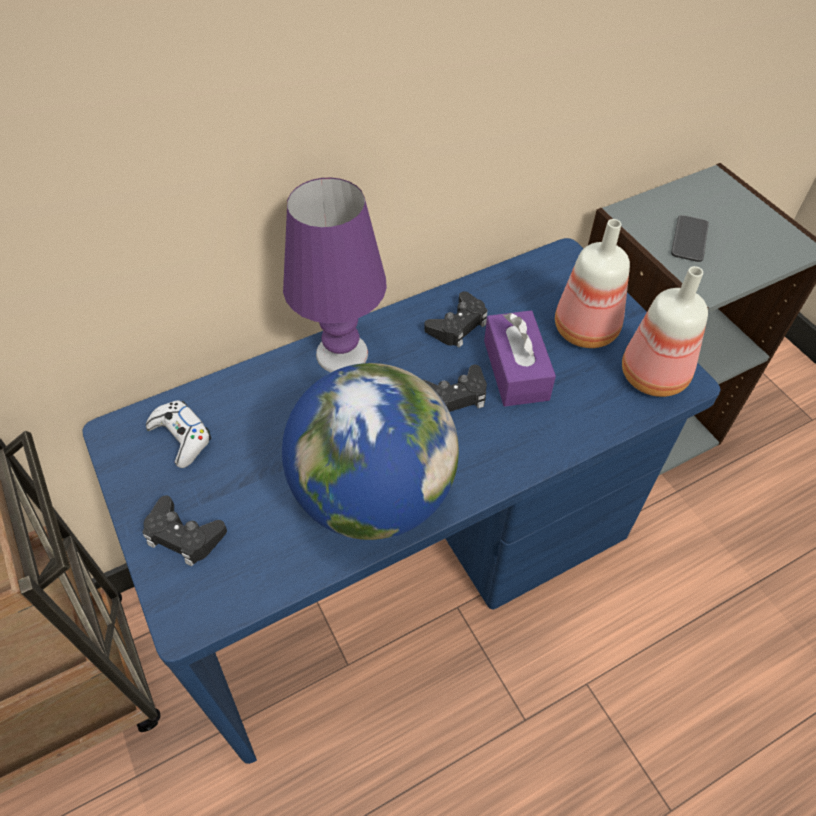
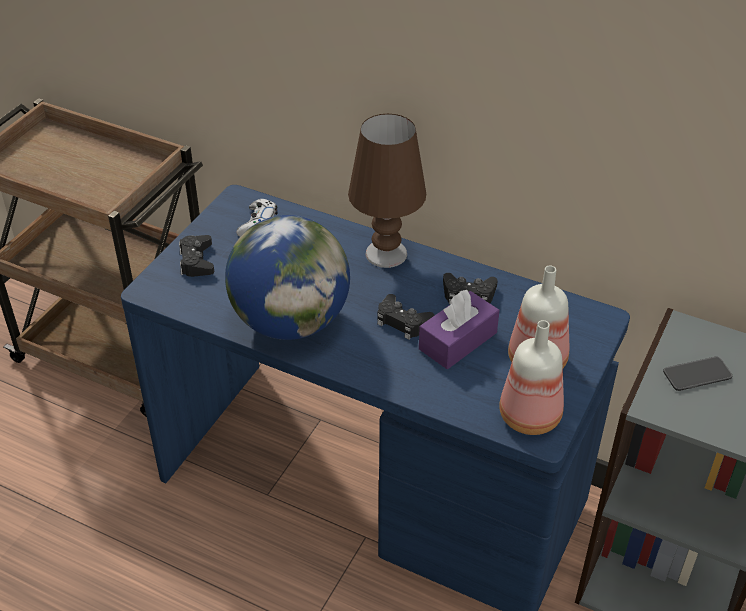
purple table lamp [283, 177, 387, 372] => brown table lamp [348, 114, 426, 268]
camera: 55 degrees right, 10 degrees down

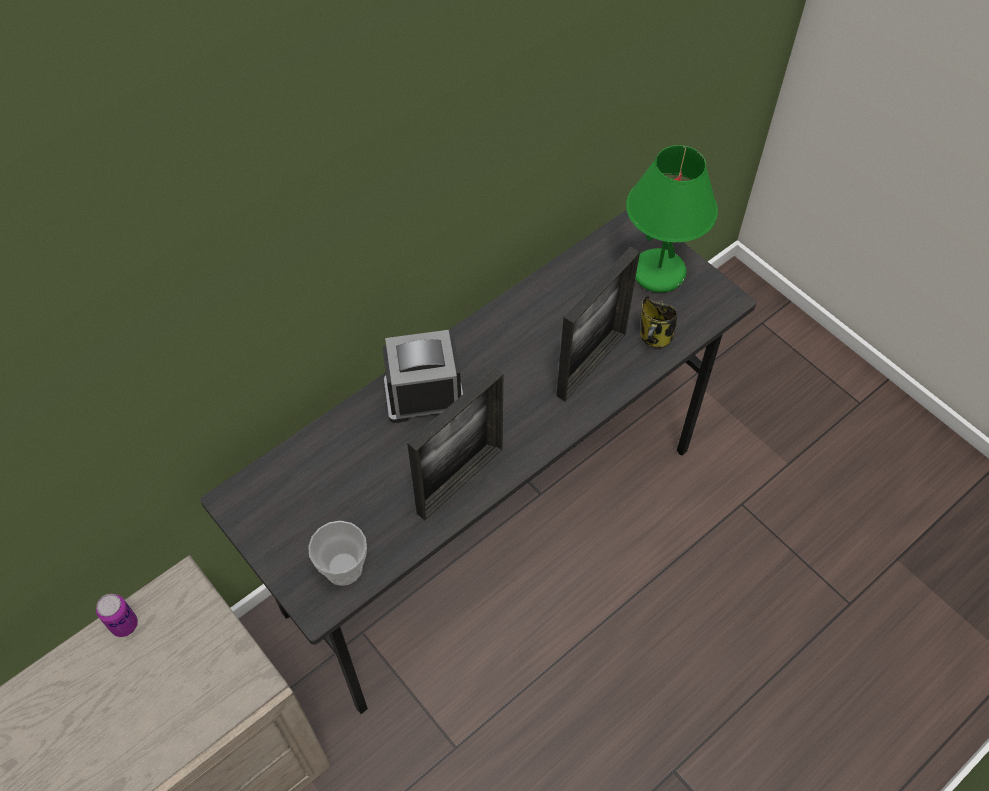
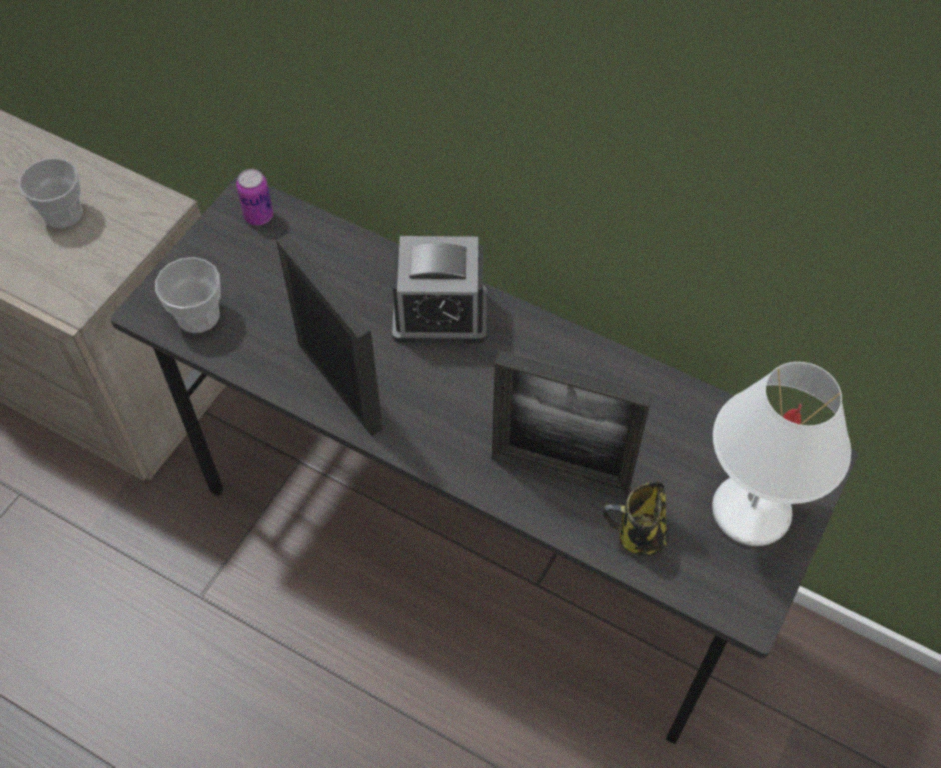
nothing => cup [19, 158, 83, 228]
can [96, 594, 138, 637] => can [236, 169, 273, 225], relocated
green table lamp [626, 145, 718, 293] => white table lamp [712, 362, 851, 546]
alarm clock [382, 330, 463, 423] => alarm clock [392, 236, 487, 343], 120 degrees clockwise
picture frame [407, 367, 503, 520] => picture frame [276, 233, 383, 436], 150 degrees counterclockwise
camera: 70 degrees right, 0 degrees up

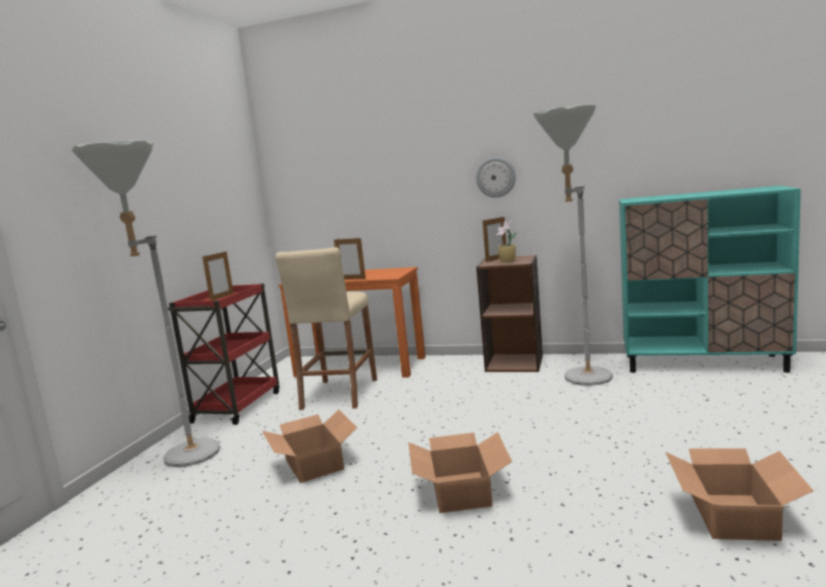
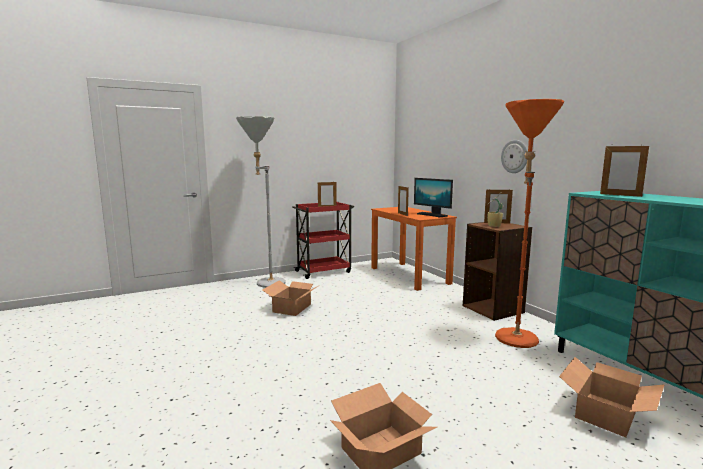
beige stool [276, 247, 377, 410] => nothing
nothing => monitor [414, 178, 453, 217]
nothing => picture frame [600, 144, 649, 197]
cardboard box [408, 432, 512, 513] => cardboard box [559, 357, 664, 437], relocated
grey floor lamp [533, 105, 613, 386] => orange floor lamp [495, 99, 565, 348]
camera: 45 degrees right, 0 degrees up

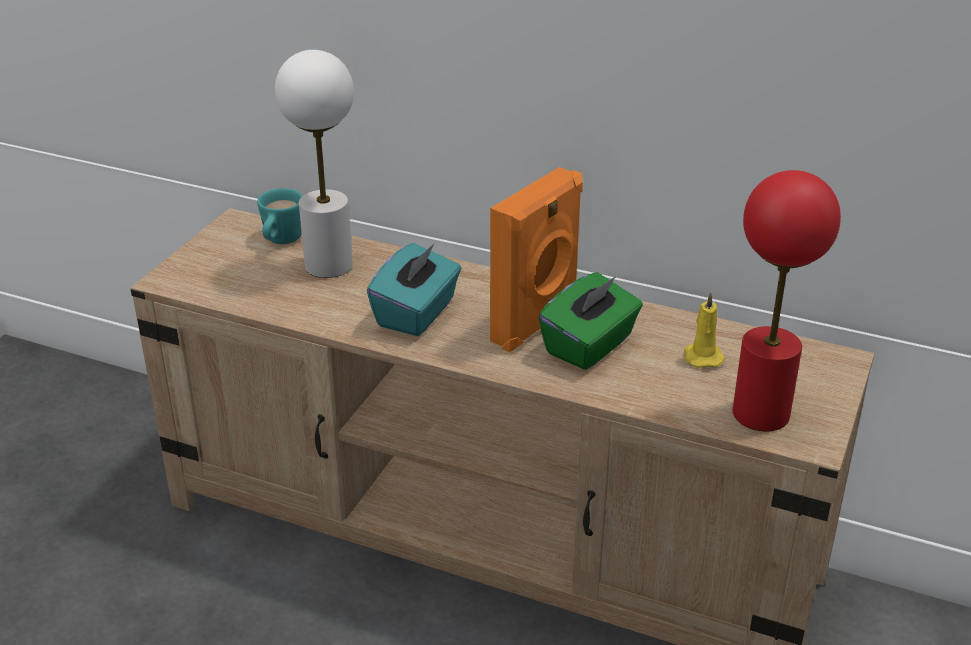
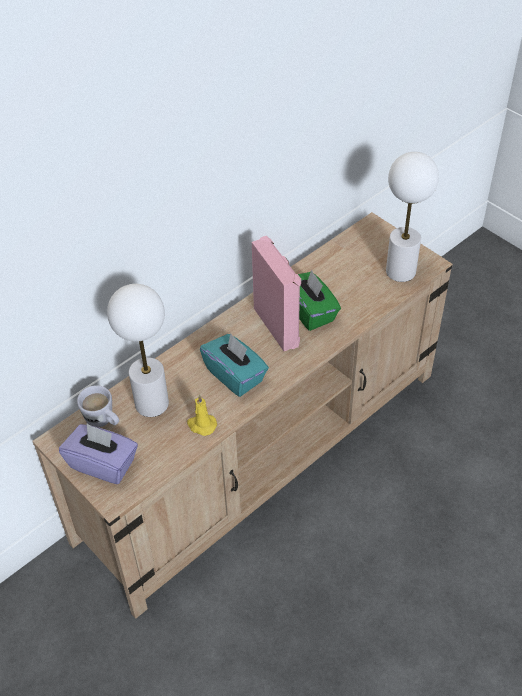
nothing => purple tissue box [59, 424, 138, 484]
yellow candle [684, 292, 725, 368] => yellow candle [187, 394, 217, 436], relocated
turquoise mug [257, 188, 303, 244] => white mug [77, 385, 119, 427]
orange speaker [490, 167, 583, 352] => pink speaker [252, 236, 301, 351]
red table lamp [733, 170, 841, 431] => white table lamp [386, 152, 439, 282]
camera: 65 degrees left, 15 degrees up

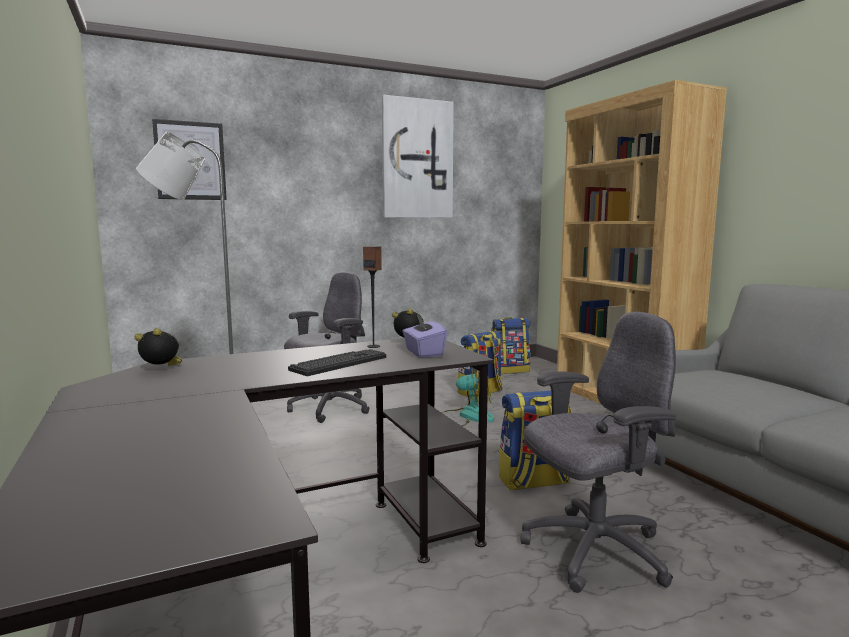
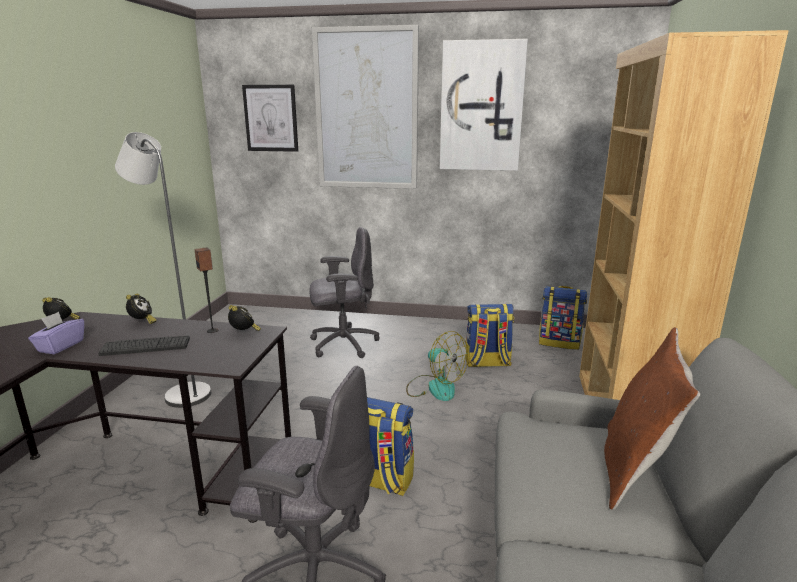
nothing => alarm clock [126, 294, 157, 324]
nothing => picture [312, 25, 419, 189]
nothing => brown pillow [604, 327, 700, 510]
purple tissue box [402, 313, 447, 358] => purple tissue box [28, 312, 84, 354], relocated
camera: 35 degrees right, 10 degrees up

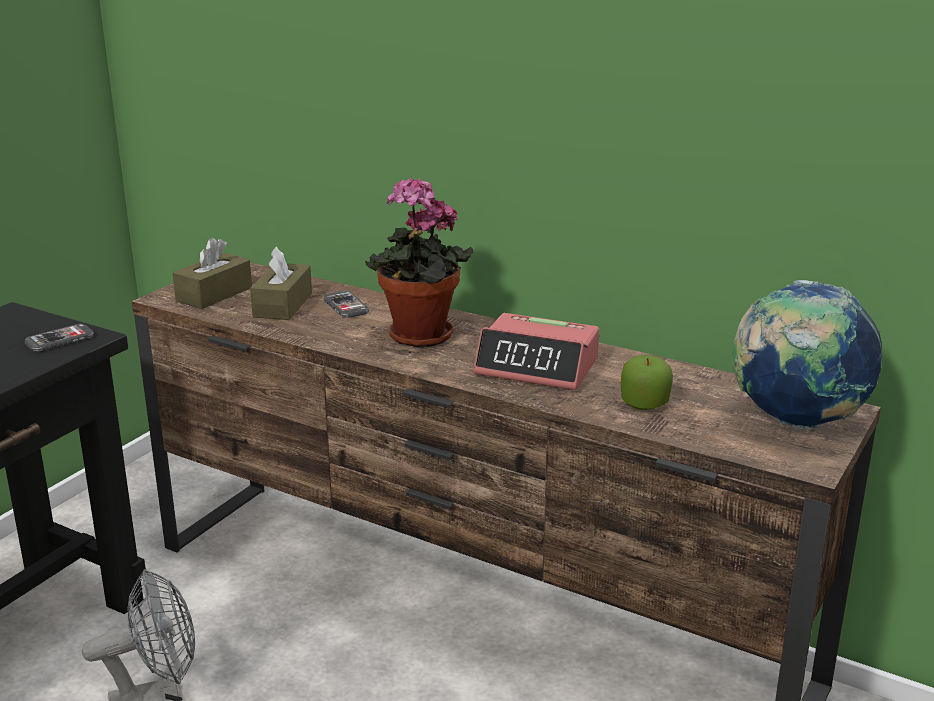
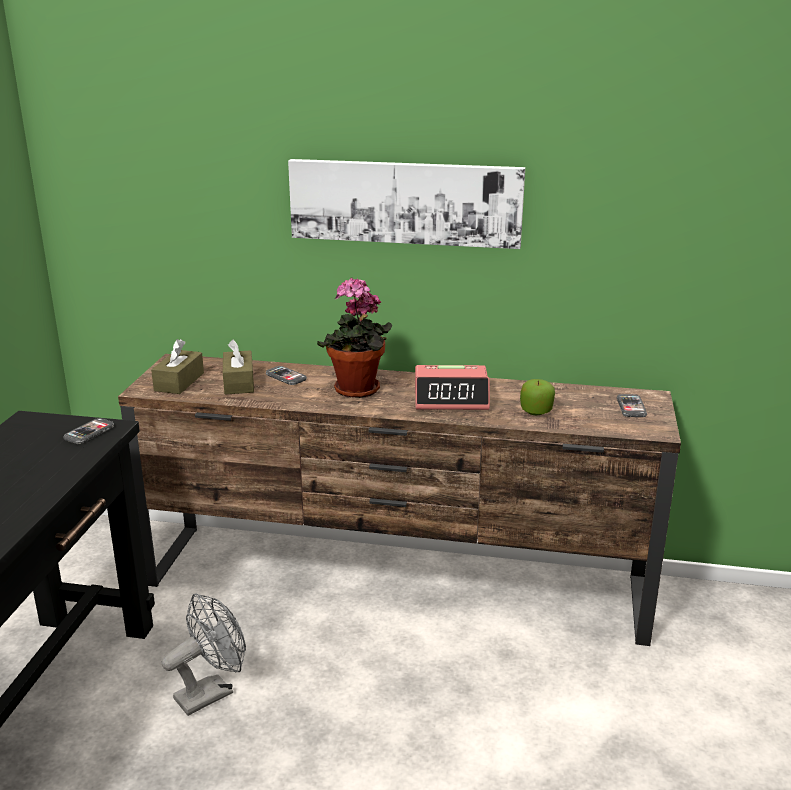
nothing => picture [288, 159, 525, 249]
globe [732, 280, 882, 429] => phone [617, 394, 647, 417]
camera: 20 degrees left, 0 degrees up

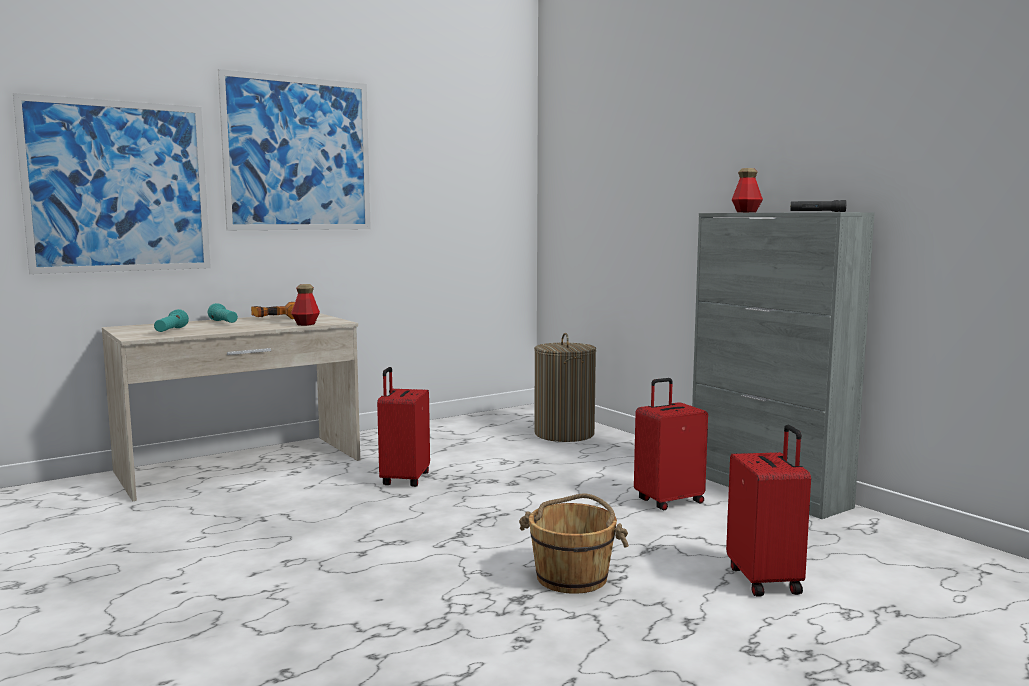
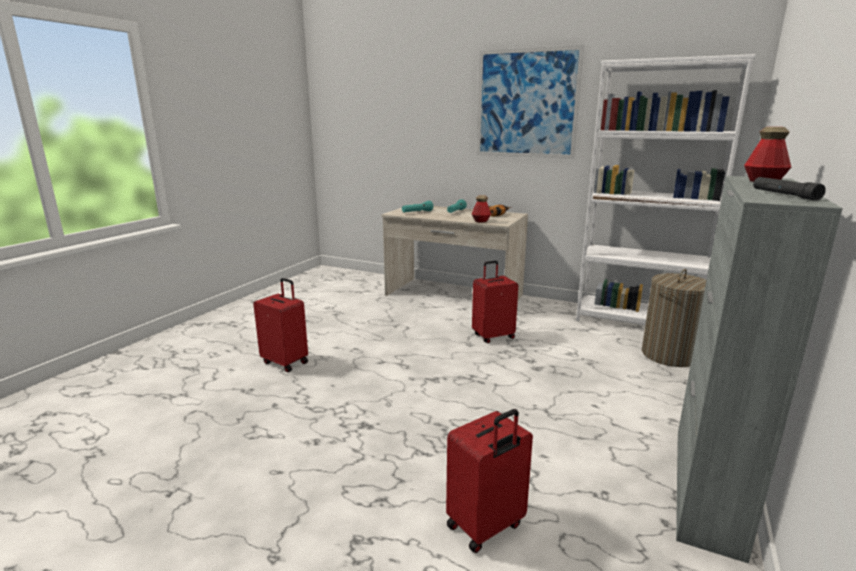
picture [13, 93, 211, 274] => nothing
brown bucket [519, 494, 629, 594] => nothing
nothing => white bookcase [576, 54, 756, 325]
red suitcase [634, 378, 708, 510] => red suitcase [253, 278, 308, 372], relocated
camera: 60 degrees right, 10 degrees up

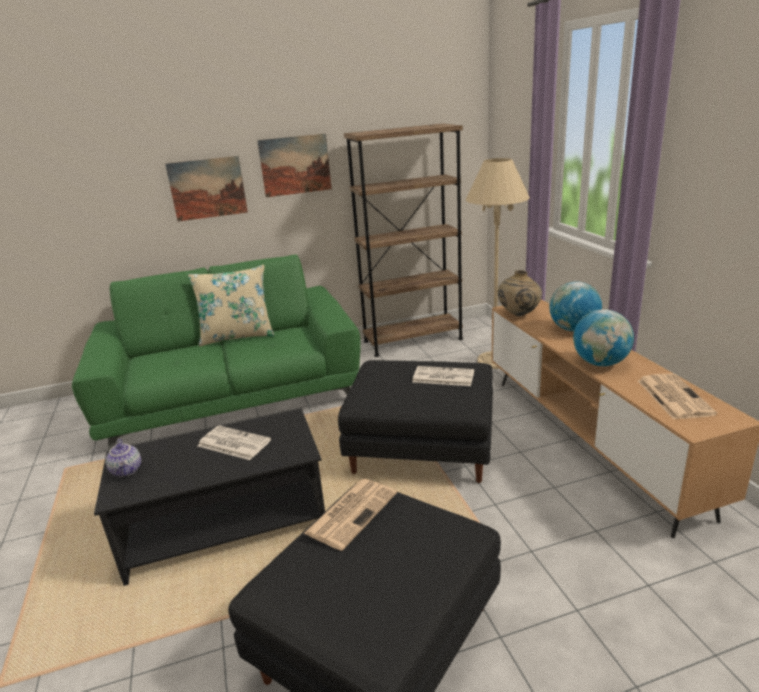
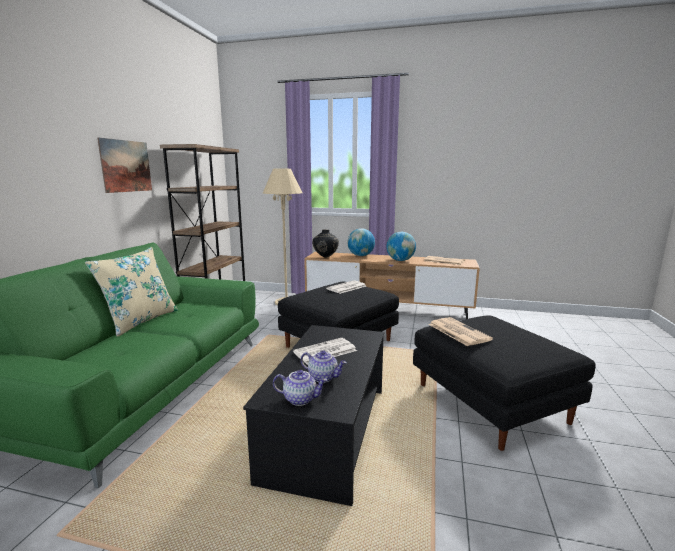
picture [165, 156, 248, 221] => nothing
nothing => teapot [301, 350, 347, 383]
beige vase [497, 270, 542, 316] => black vase [312, 229, 339, 258]
camera: 60 degrees left, 10 degrees down

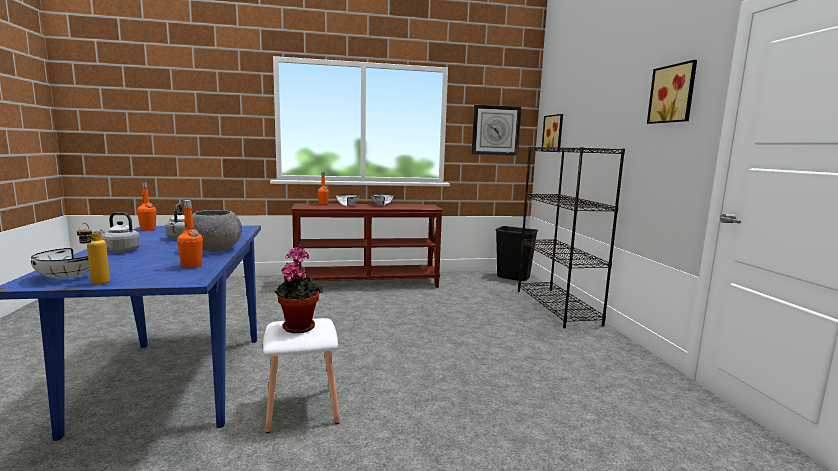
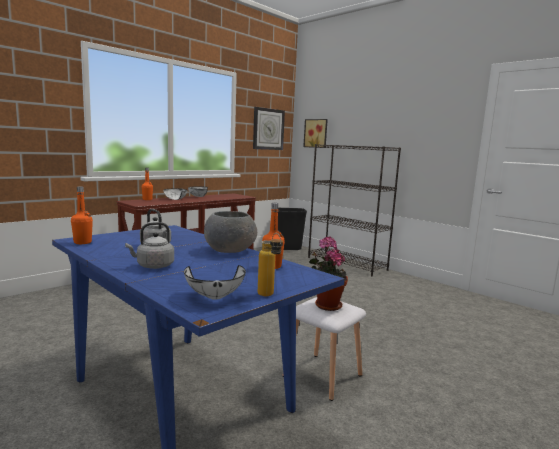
picture [647, 60, 697, 124] => nothing
camera: 35 degrees left, 0 degrees up

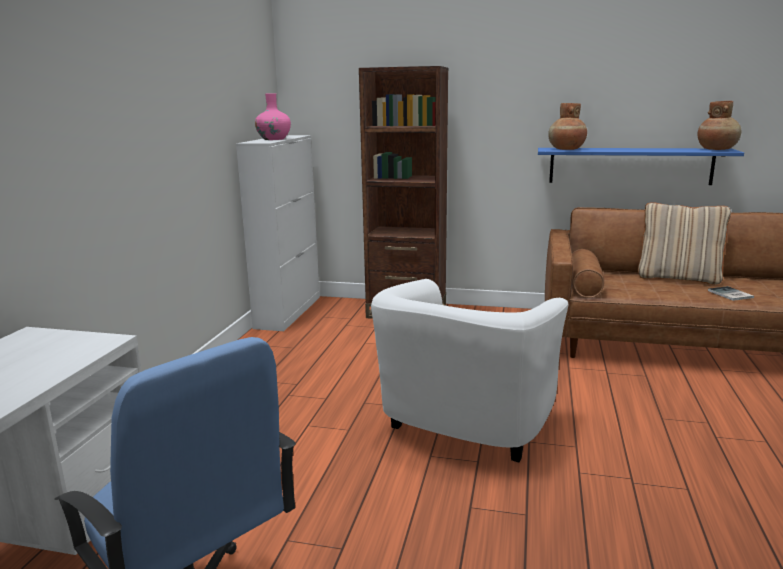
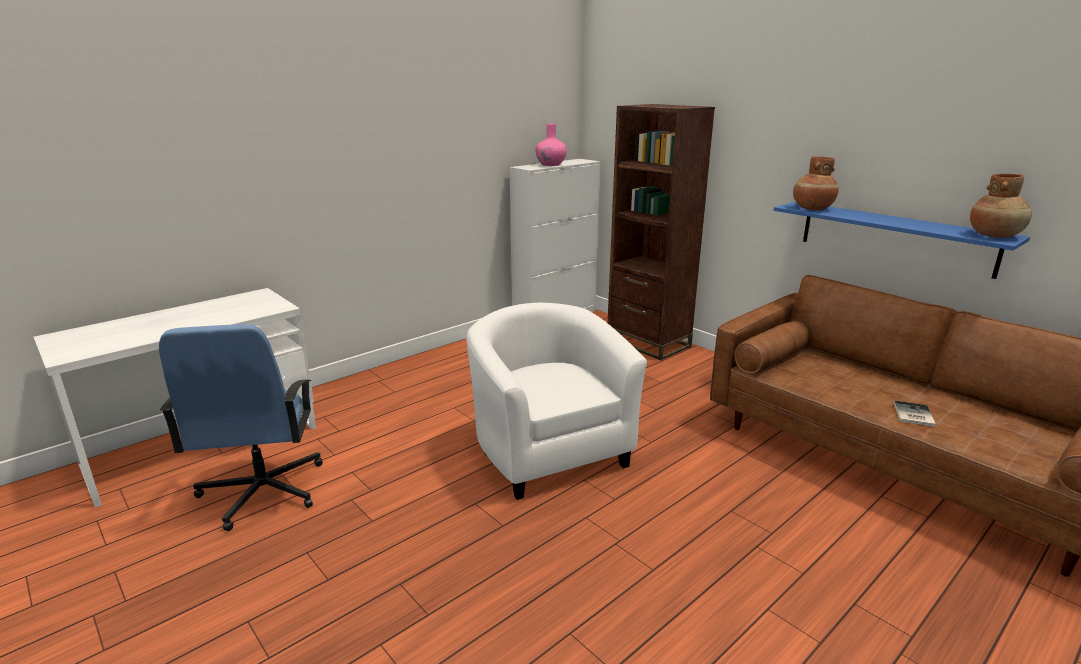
beige pillow [638, 202, 731, 285] => nothing
white armchair [371, 279, 568, 463] => white armchair [467, 303, 647, 500], 90 degrees clockwise
camera: 35 degrees right, 5 degrees up

